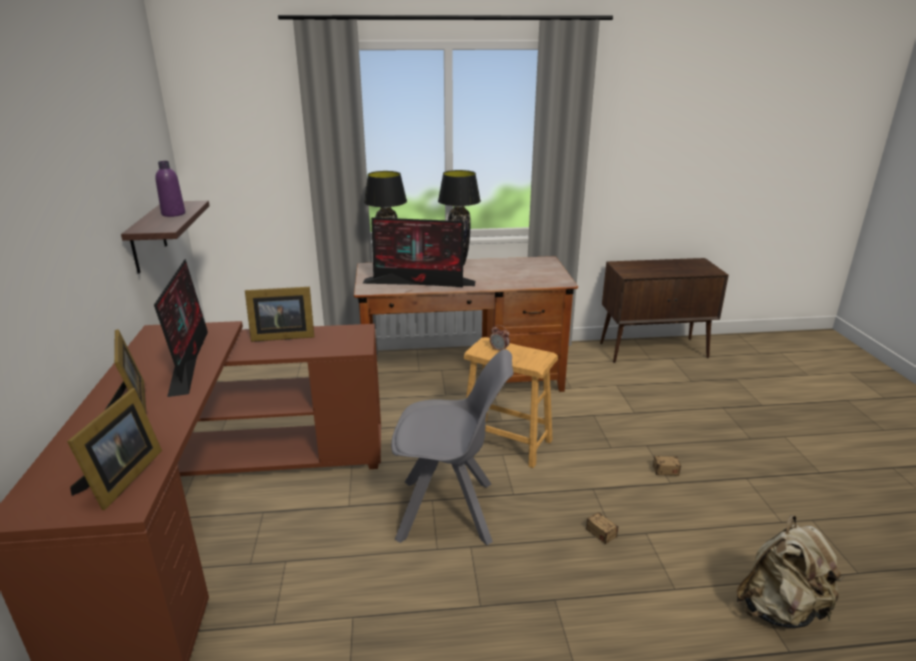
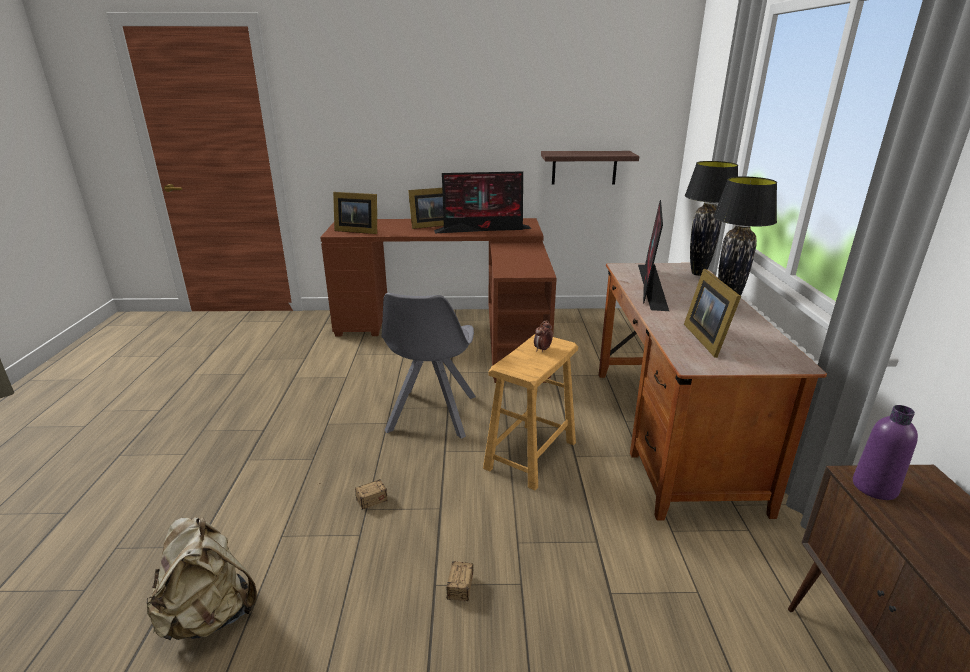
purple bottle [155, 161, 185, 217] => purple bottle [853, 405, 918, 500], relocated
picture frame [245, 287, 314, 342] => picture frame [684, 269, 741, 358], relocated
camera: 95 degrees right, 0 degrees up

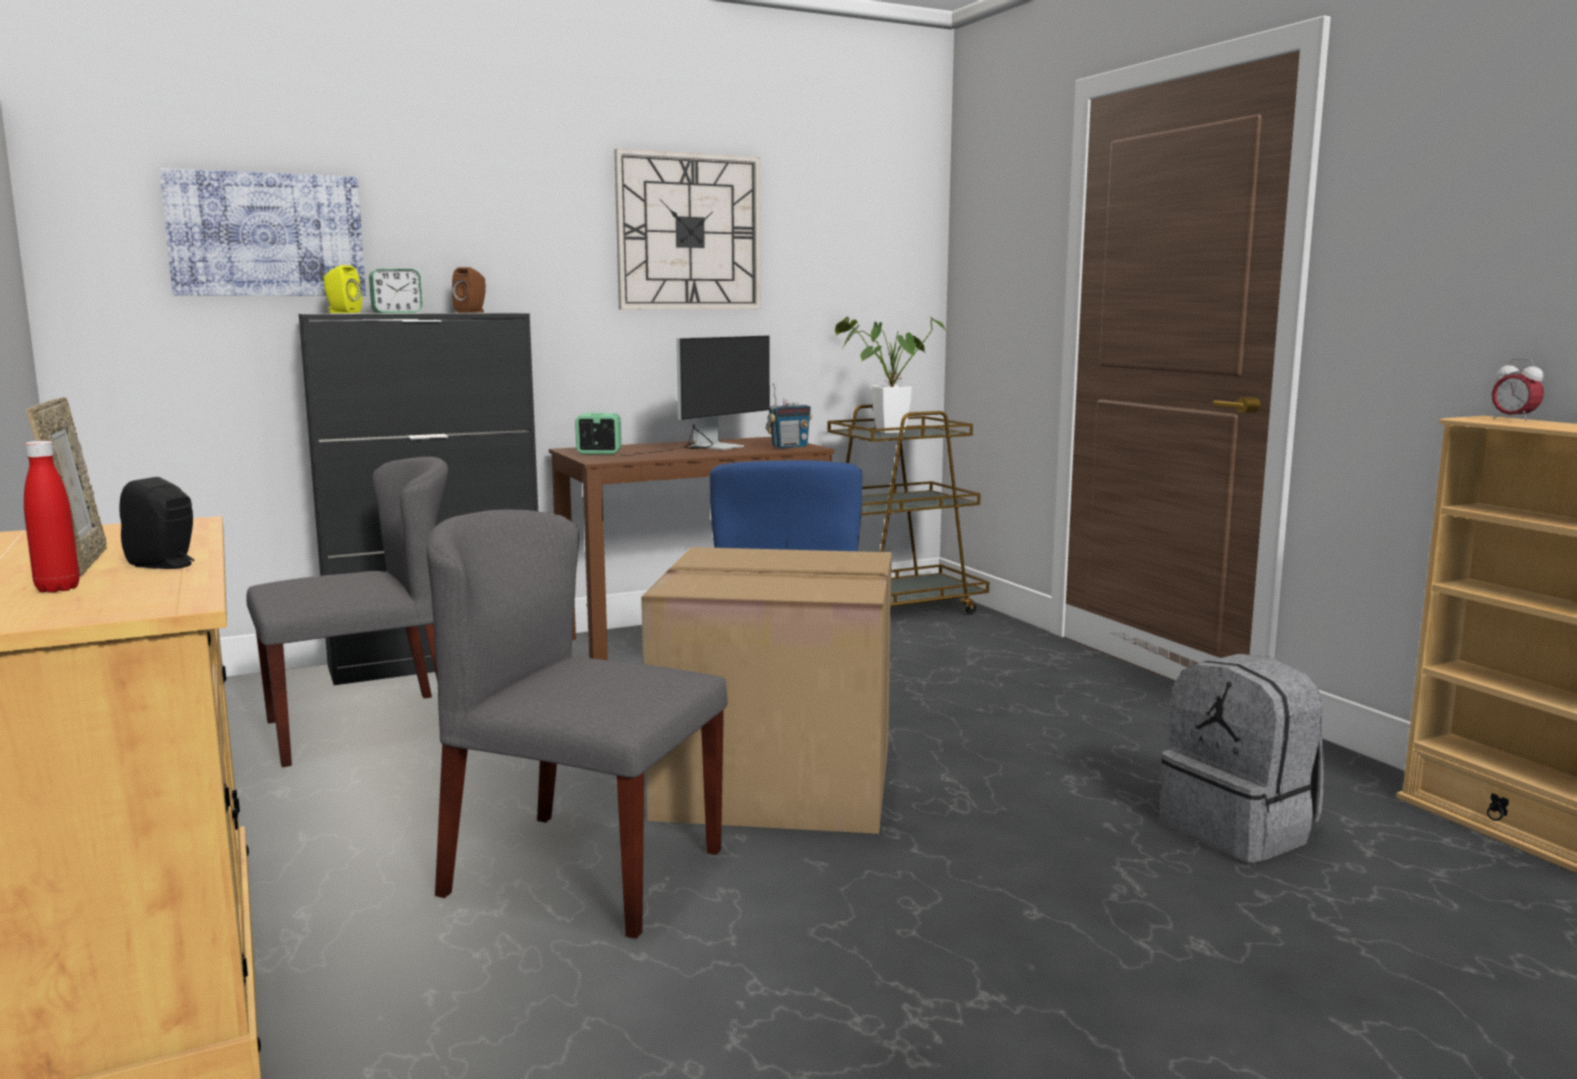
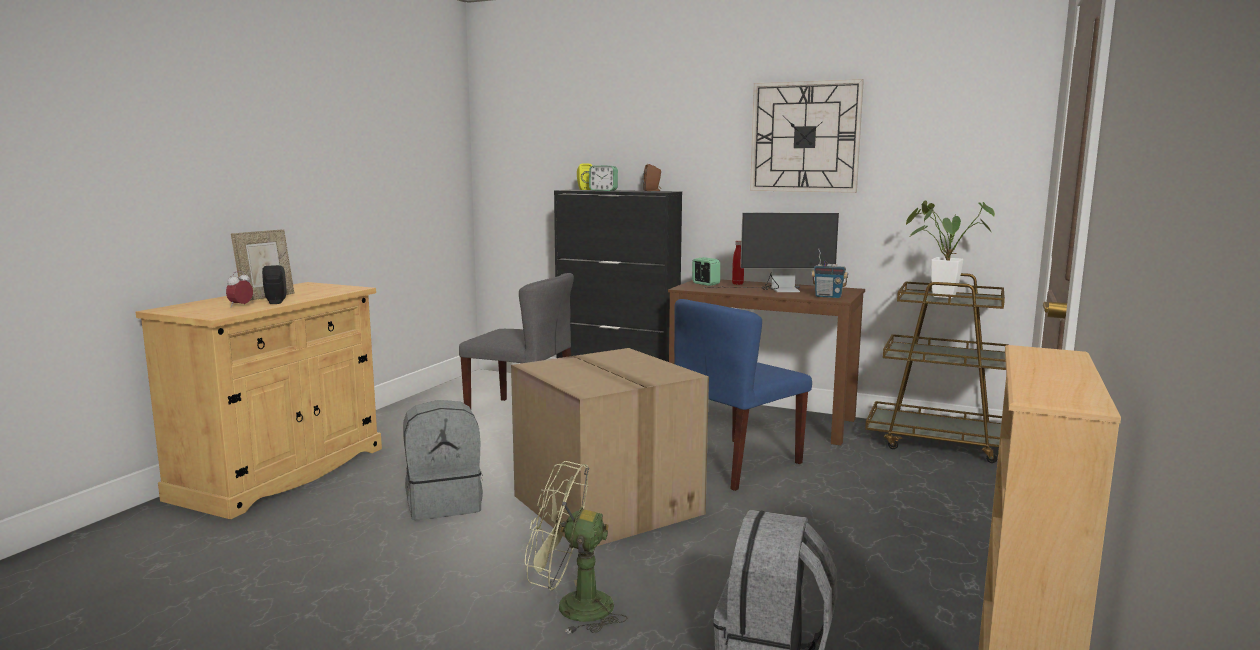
picture [160, 168, 366, 296] => nothing
nothing => green fan [525, 461, 627, 634]
red bottle [24, 441, 80, 593] => red bottle [732, 241, 744, 285], relocated
alarm clock [1492, 358, 1544, 421] => alarm clock [226, 271, 253, 306], relocated
grey chair [426, 510, 727, 939] => grey backpack [403, 400, 483, 520]
camera: 50 degrees right, 0 degrees up

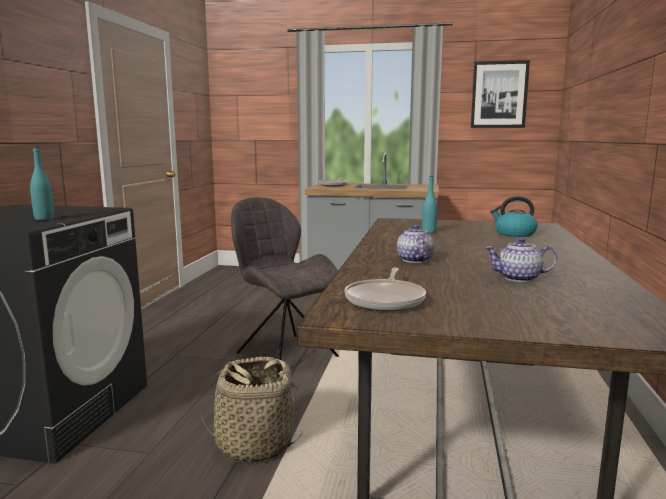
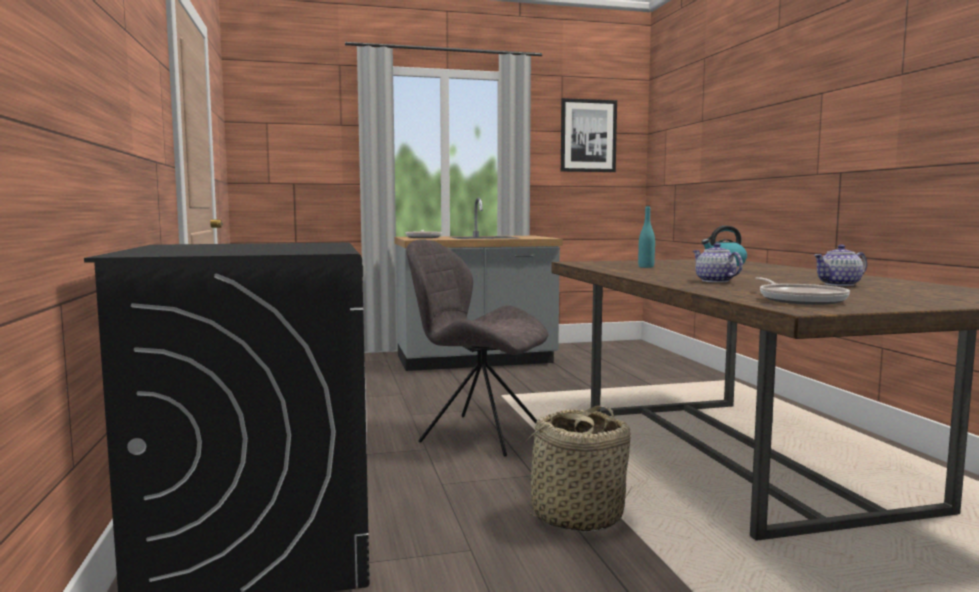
turquoise bottle [30, 147, 54, 220] => nothing
camera: 25 degrees left, 5 degrees down

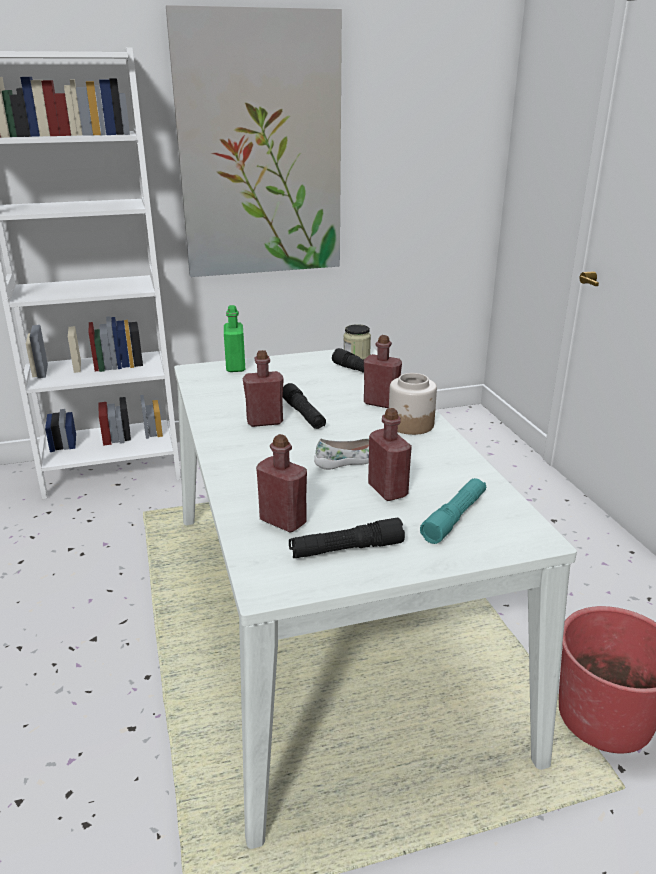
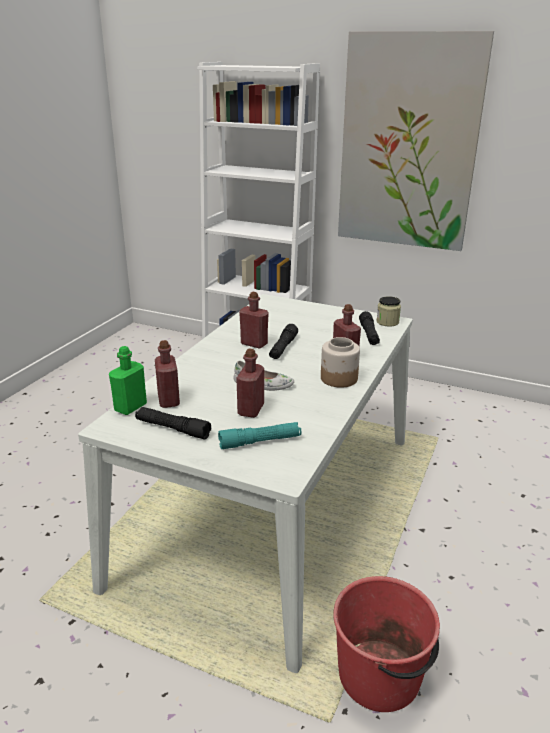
green bottle [224, 305, 245, 372] => green bottle [109, 346, 147, 415], relocated
camera: 40 degrees right, 0 degrees up

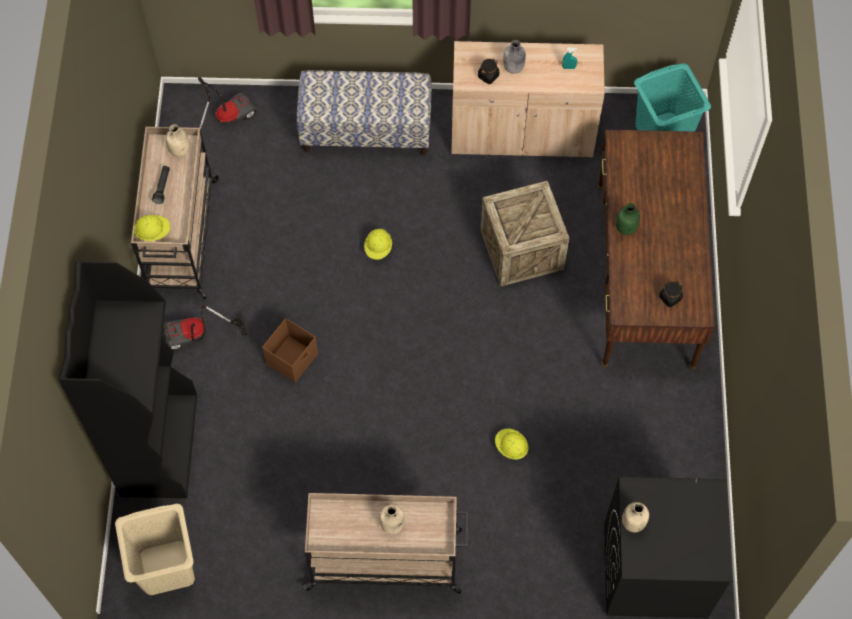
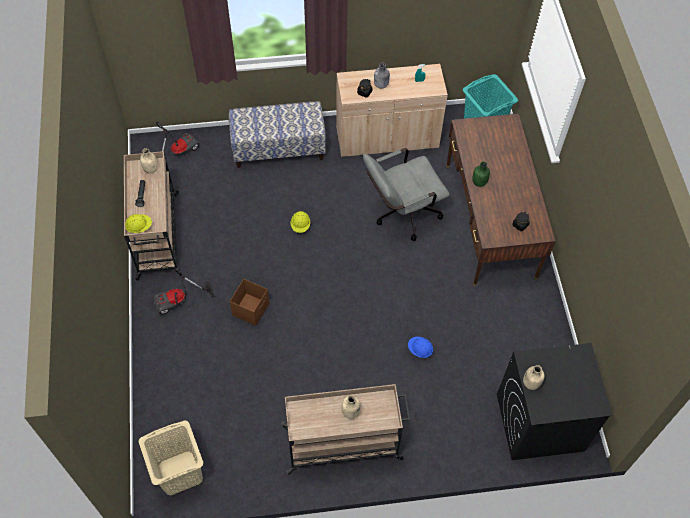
black bookcase [58, 261, 197, 498] => nothing
crate [481, 181, 569, 287] => grey office chair [363, 148, 449, 241]
yellow hard hat [495, 429, 528, 460] => blue hard hat [408, 337, 433, 358]
camera: 10 degrees left, 5 degrees down

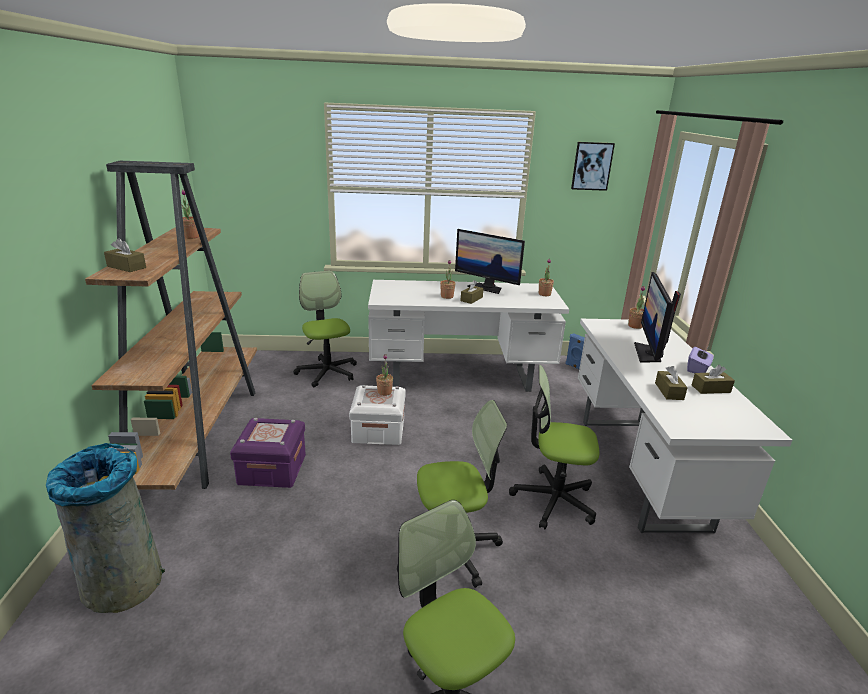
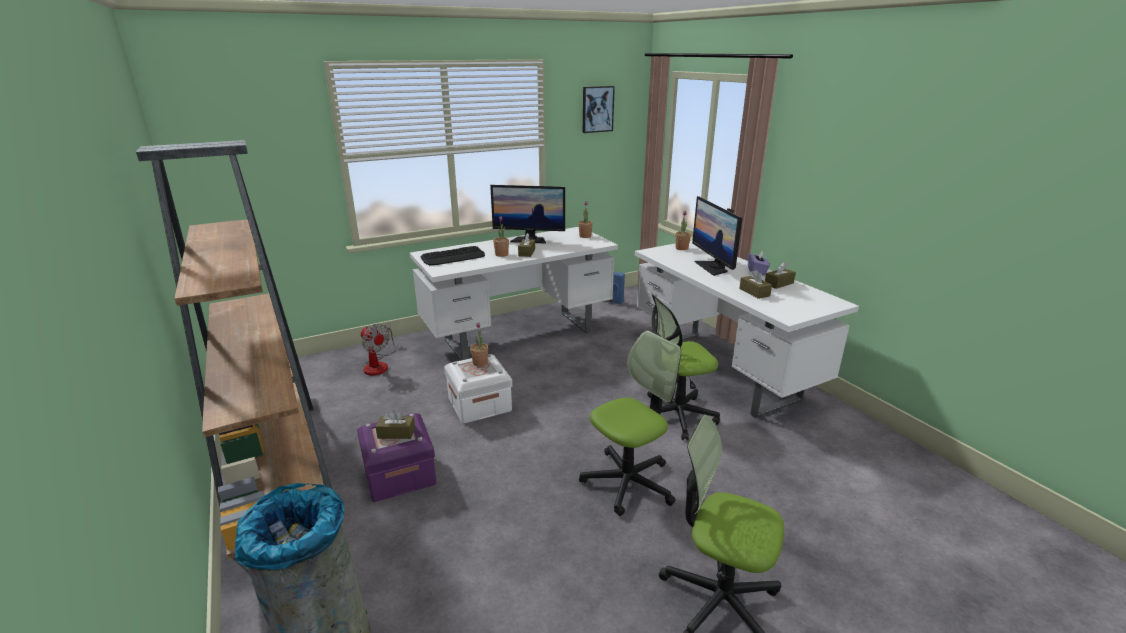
potted plant [181, 189, 199, 239] => nothing
nothing => keyboard [421, 246, 485, 266]
brown tissue box [104, 238, 146, 272] => brown tissue box [375, 410, 415, 439], relocated
office chair [293, 271, 357, 387] => fan [361, 323, 396, 375]
camera: 25 degrees left, 0 degrees up

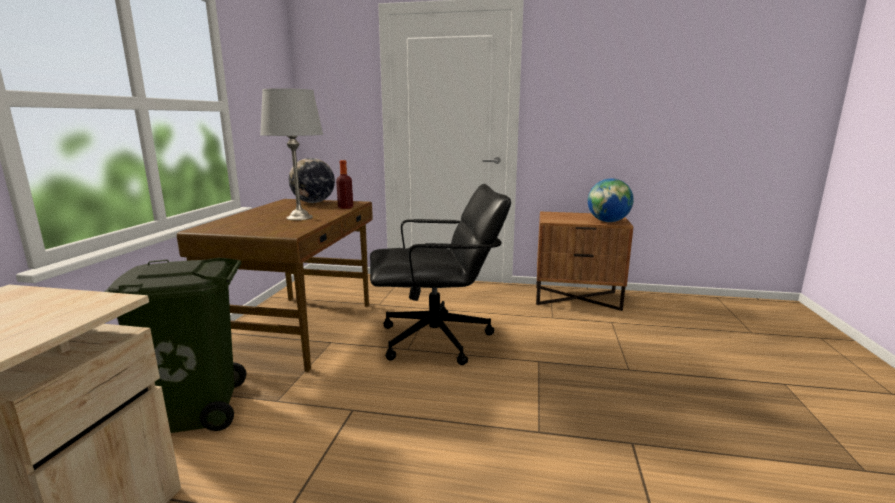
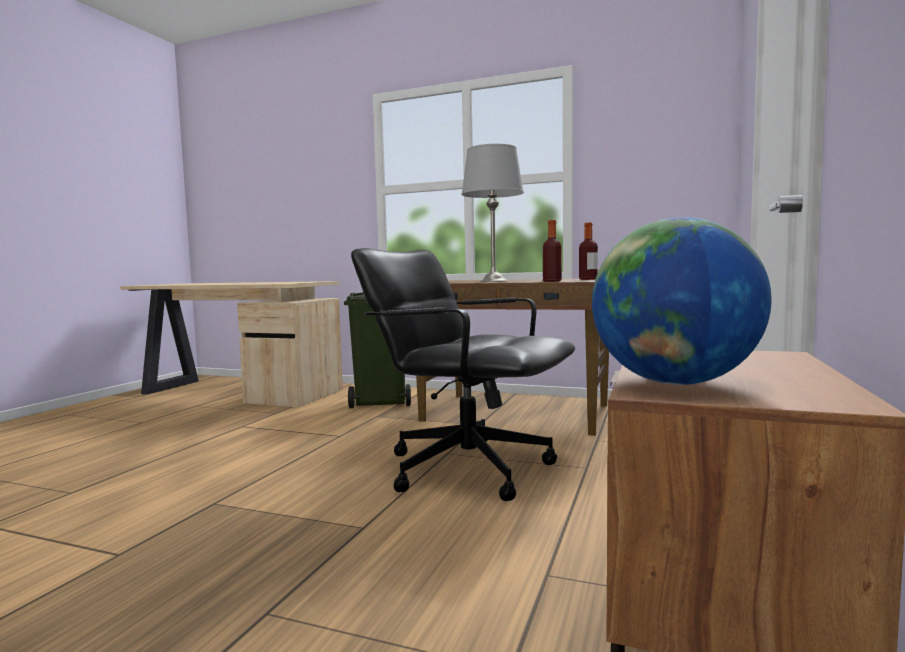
globe [289, 158, 335, 203] => bottle [579, 223, 598, 280]
black office chair [370, 184, 511, 365] => black office chair [351, 248, 575, 501], 120 degrees clockwise
camera: 100 degrees right, 10 degrees down

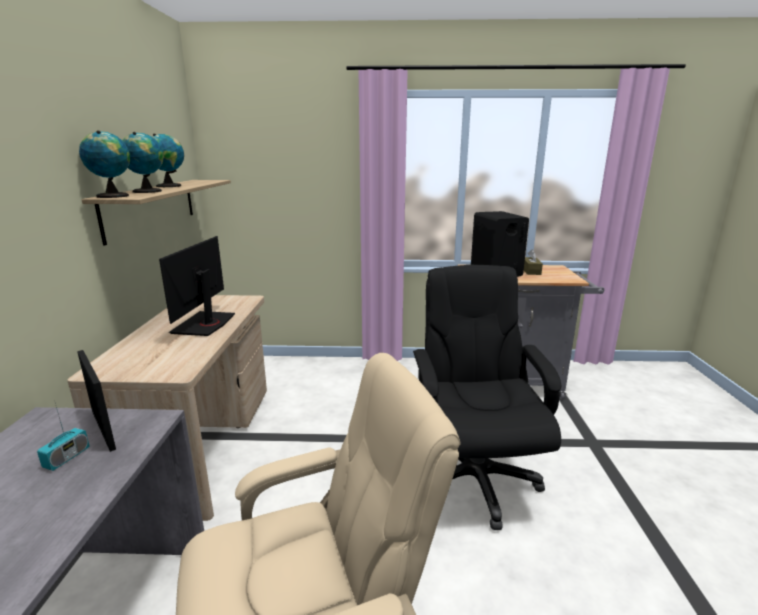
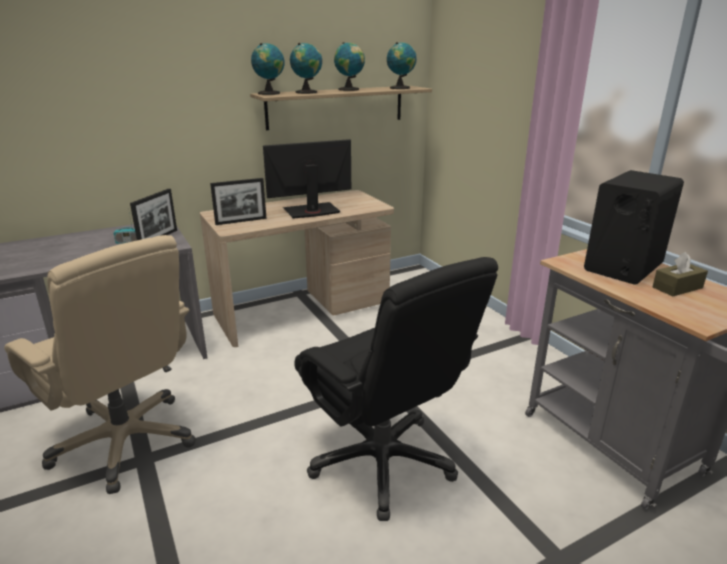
nothing => picture frame [210, 178, 267, 225]
nothing => globe [387, 42, 417, 89]
black office chair [413, 265, 561, 530] => black office chair [294, 257, 498, 521], 90 degrees clockwise
camera: 60 degrees right, 5 degrees up

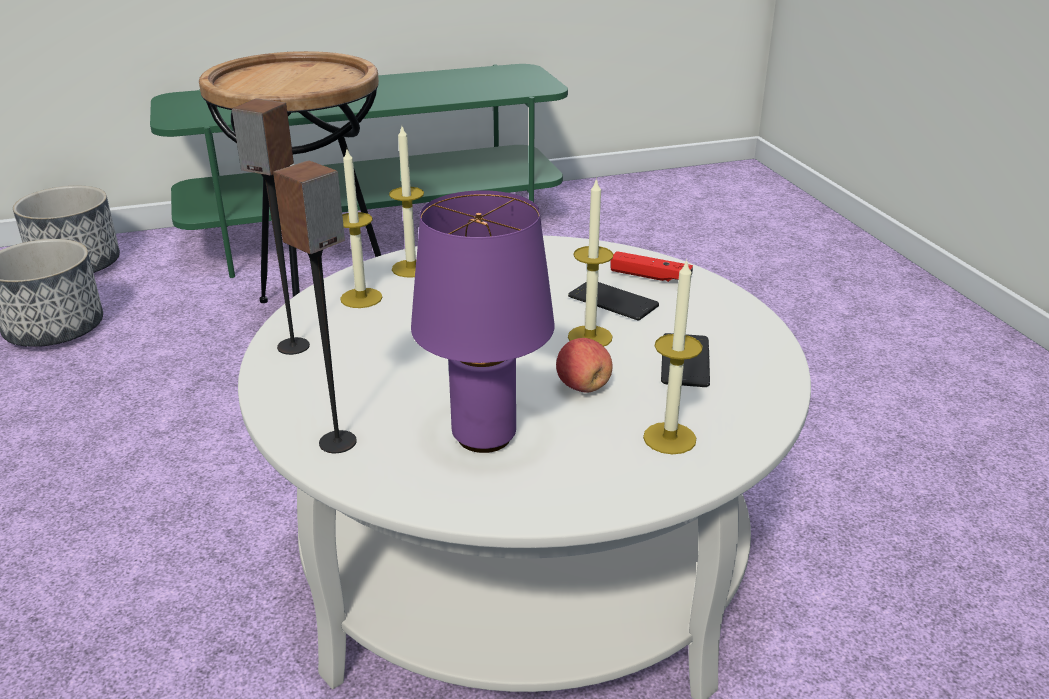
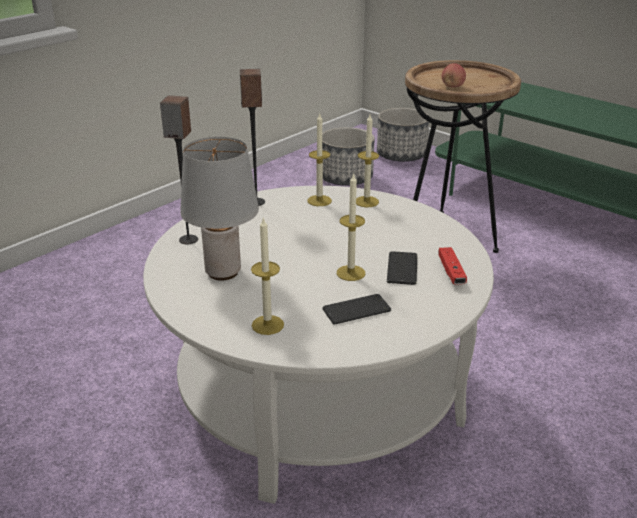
apple [556, 338, 612, 393] => apple [442, 63, 466, 87], relocated
purple table lamp [411, 190, 555, 453] => grey table lamp [180, 137, 259, 281]
camera: 60 degrees right, 0 degrees up

